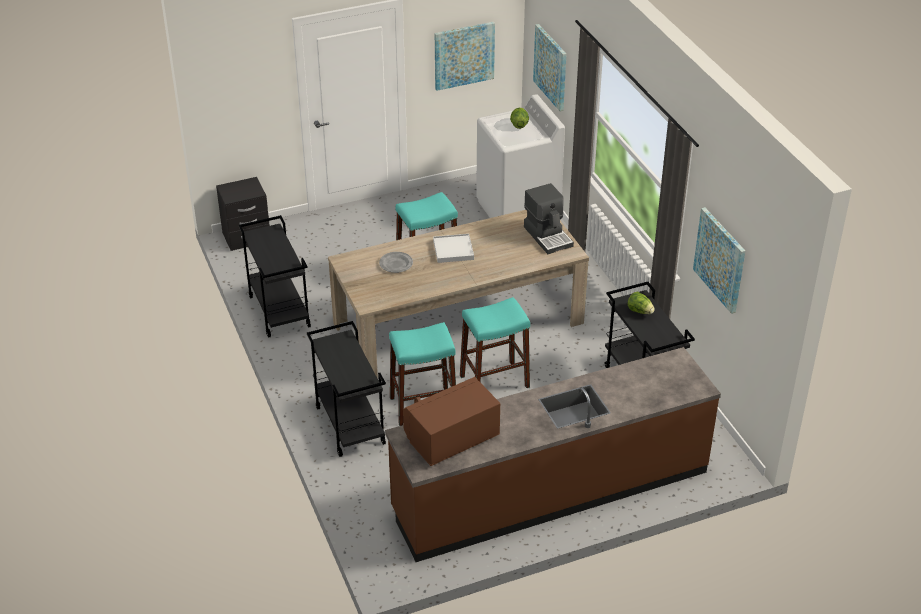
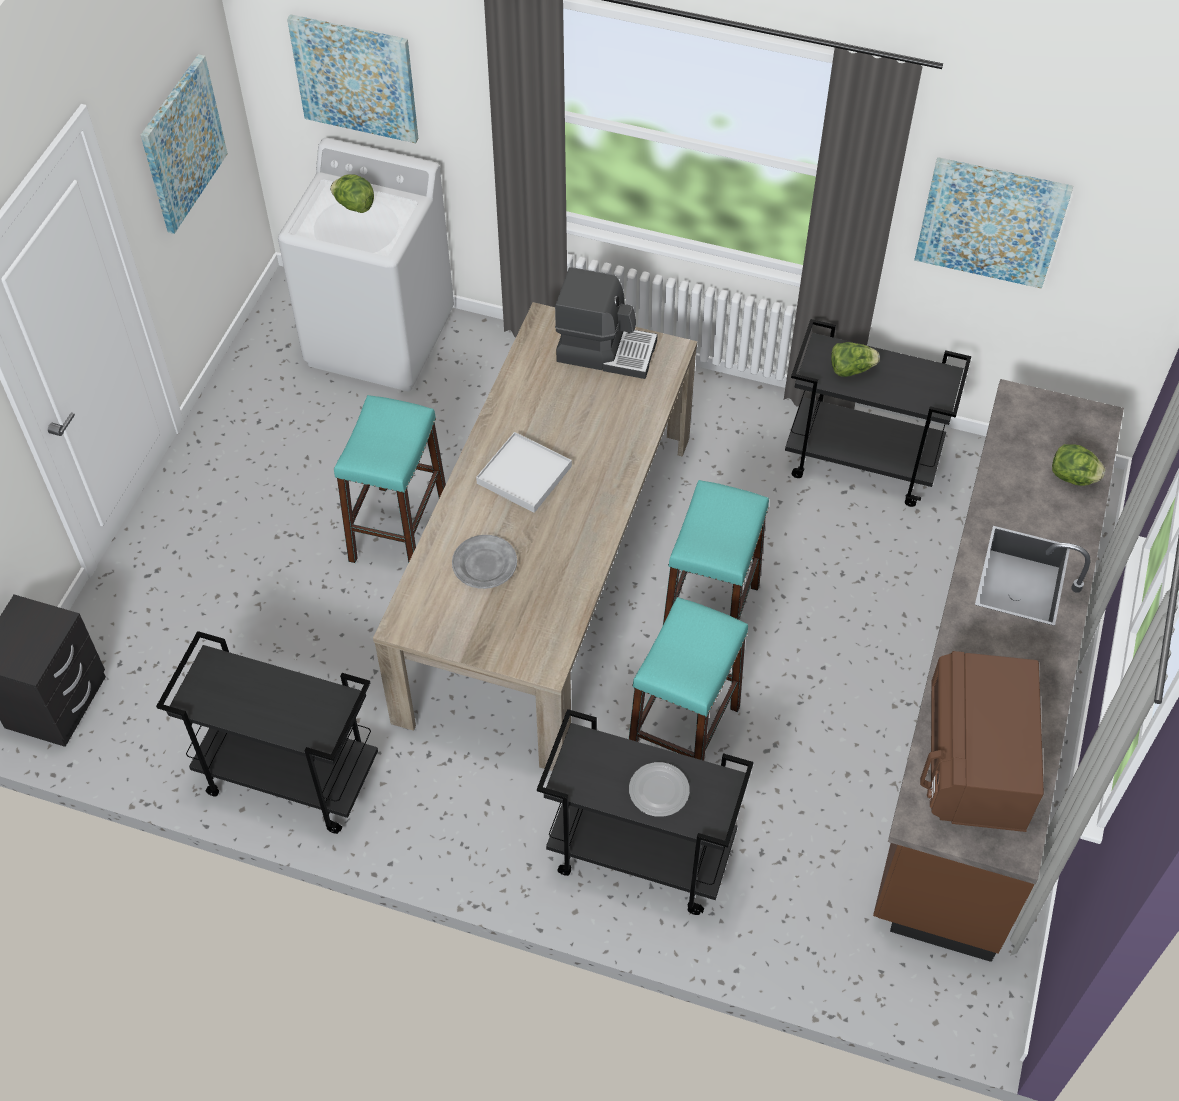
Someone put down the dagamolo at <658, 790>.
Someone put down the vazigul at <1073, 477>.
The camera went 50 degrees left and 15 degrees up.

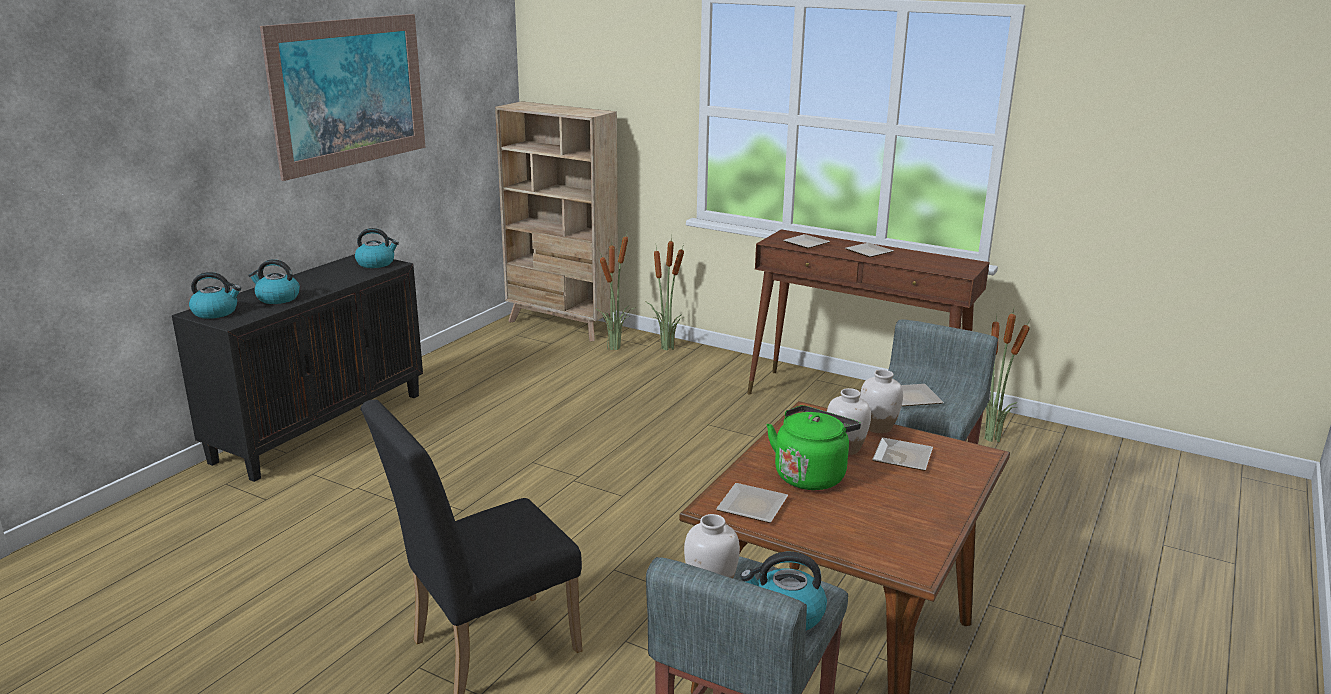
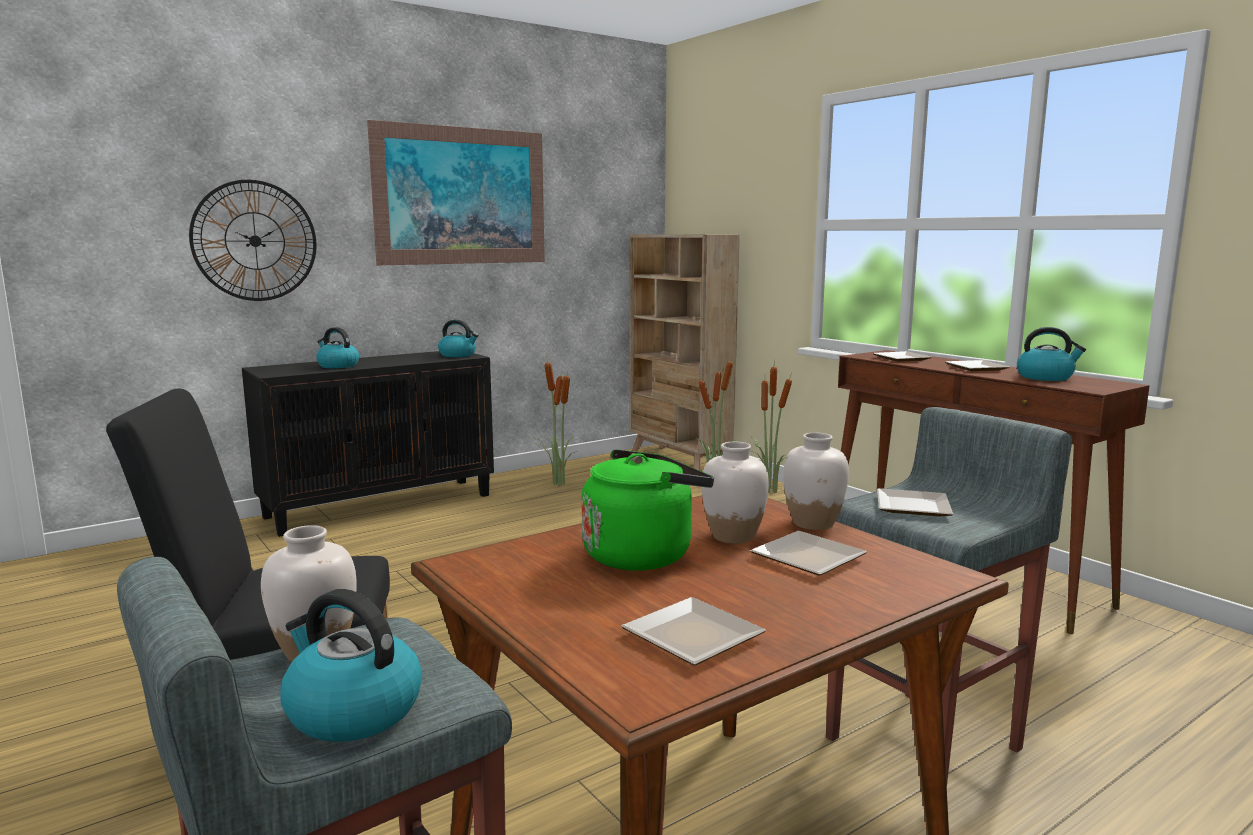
Someone put up the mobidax at <255, 241>.
Someone carried the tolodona from <990, 439> to <557, 483>.
Someone carried the dagamolo from <751, 505> to <692, 634>.
Someone carried the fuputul from <216, 312> to <1045, 377>.
The camera went 25 degrees right and 10 degrees down.

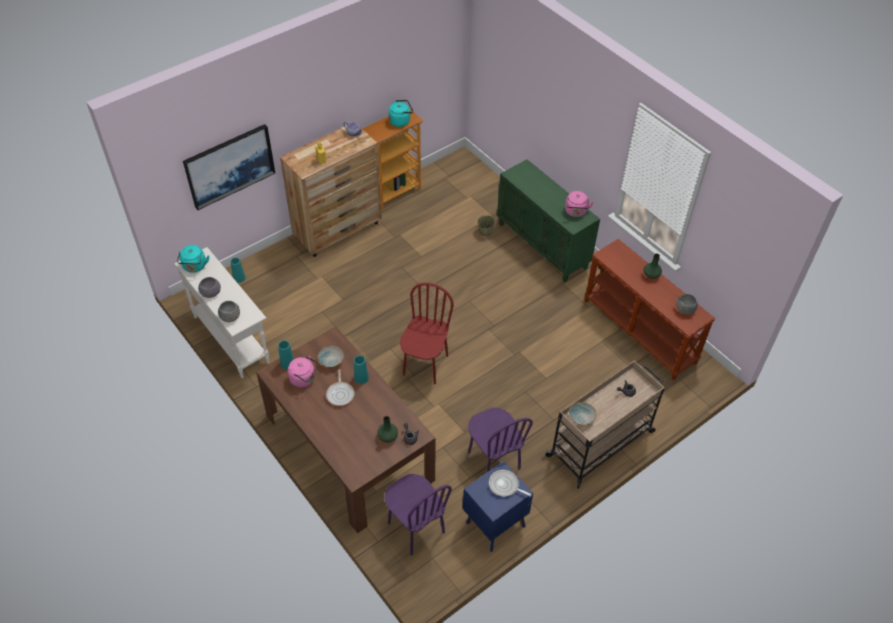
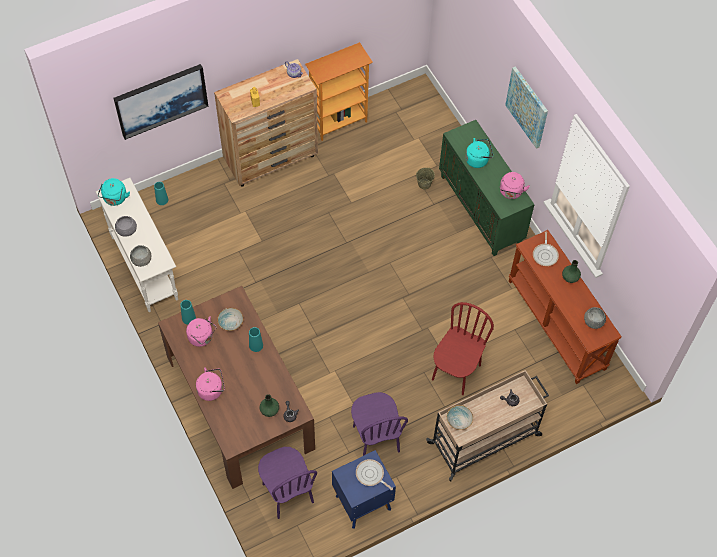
Someone put down the pink fuputul at <212, 390>.
Someone carried the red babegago from <425, 365> to <455, 372>.
Someone carried the turquoise fuputul from <401, 121> to <478, 159>.
Someone put up the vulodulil at <527, 107>.
Someone carried the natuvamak from <340, 393> to <545, 254>.
The camera went 10 degrees right and 10 degrees up.

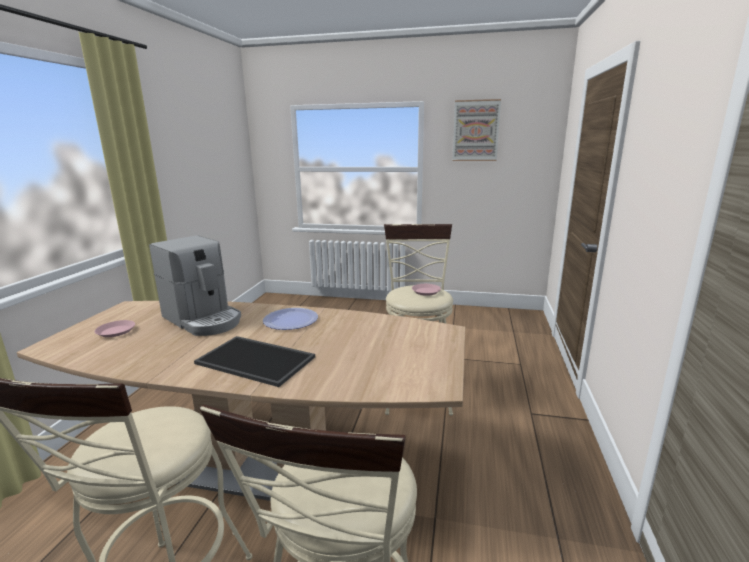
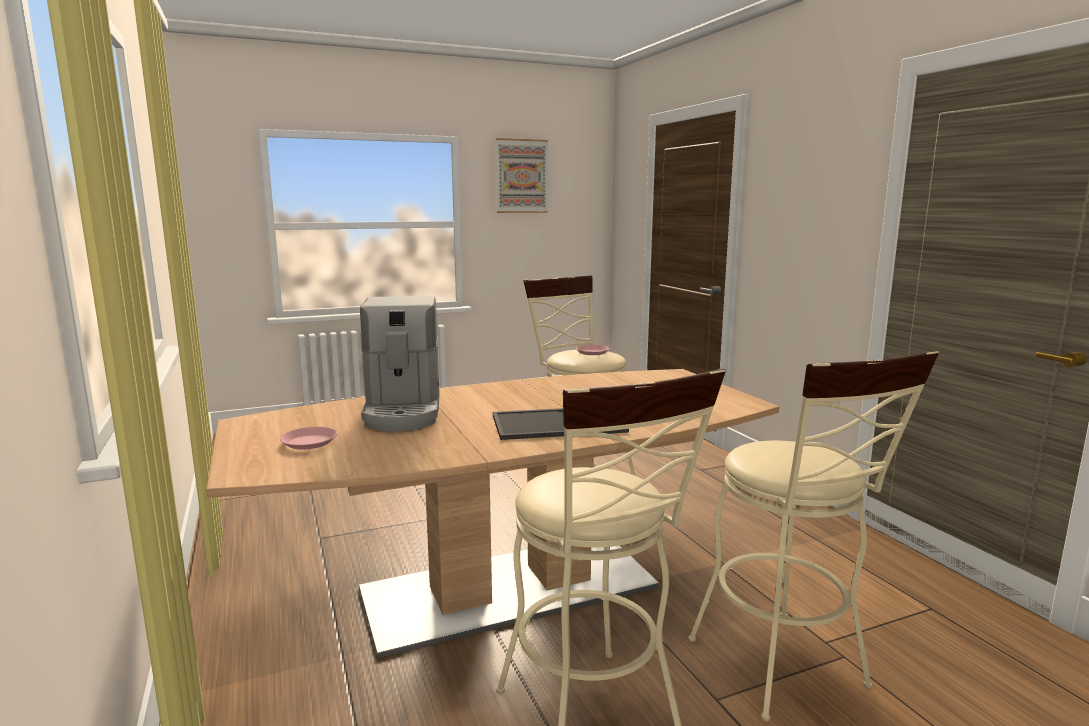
Someone rotated the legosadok at <203, 319> by 75 degrees clockwise.
Someone took away the dagamolo at <290, 320>.
The camera went 35 degrees left and 5 degrees down.

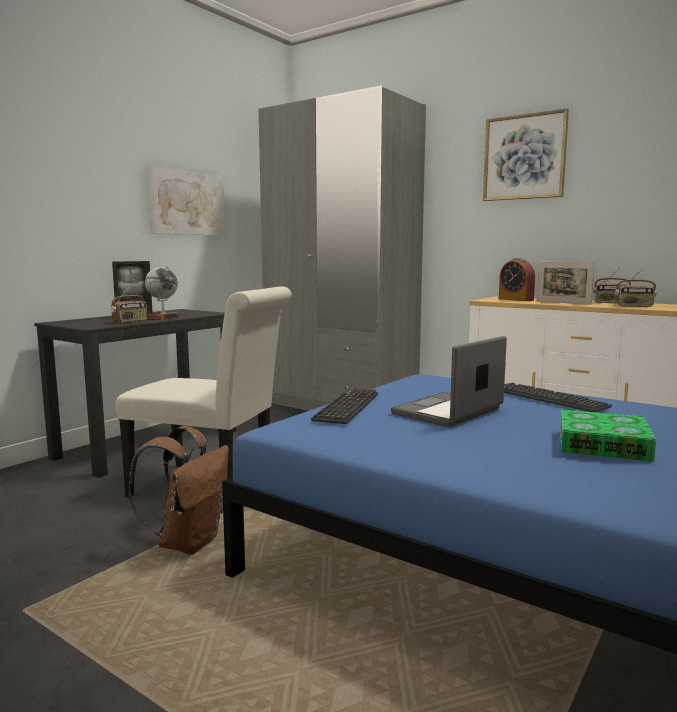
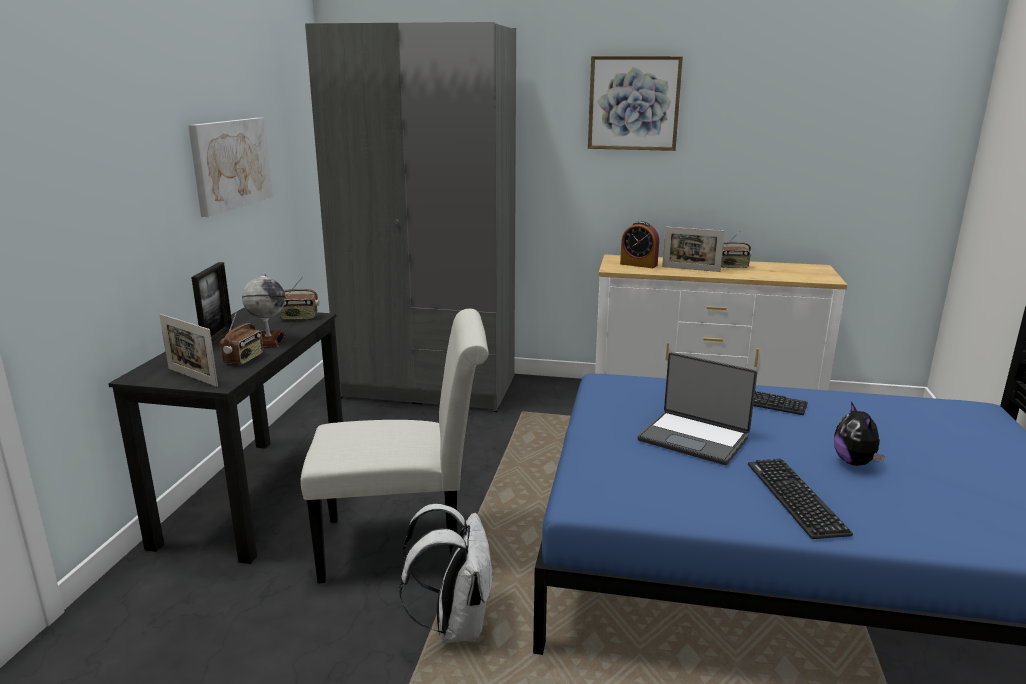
Someone put down the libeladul at <192, 377>.
Someone carried the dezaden from <634, 307> to <299, 318>.
Someone repainted the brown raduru at <188, 542>, which became the white raduru at <455, 625>.
Someone rotated the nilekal at <449, 412> by 75 degrees counterclockwise.
Someone carried the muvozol from <347, 407> to <795, 498>.
Someone swapped the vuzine at <603, 444> for the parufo at <855, 462>.
The camera went 25 degrees left and 10 degrees up.

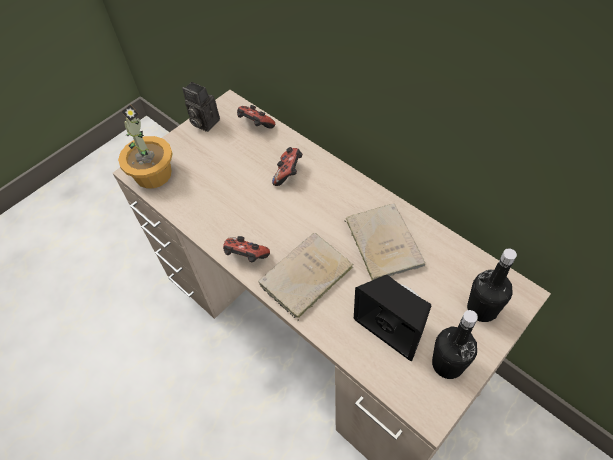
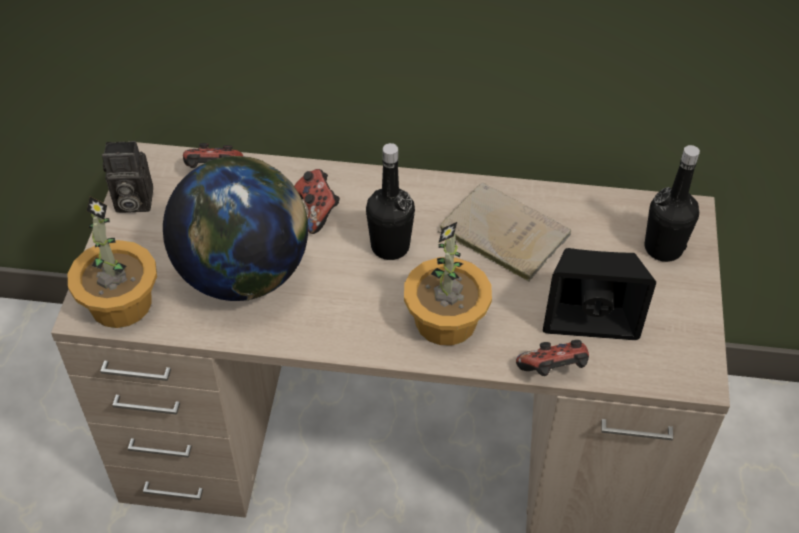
Someone put down the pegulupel at <244, 275>.
Someone carried the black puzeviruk from <447, 364> to <390, 246>.
Someone swapped the beige vuzine at <304, 278> for the tolodona at <447, 321>.
Someone carried the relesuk from <246, 257> to <553, 371>.
The camera went 40 degrees left and 5 degrees down.

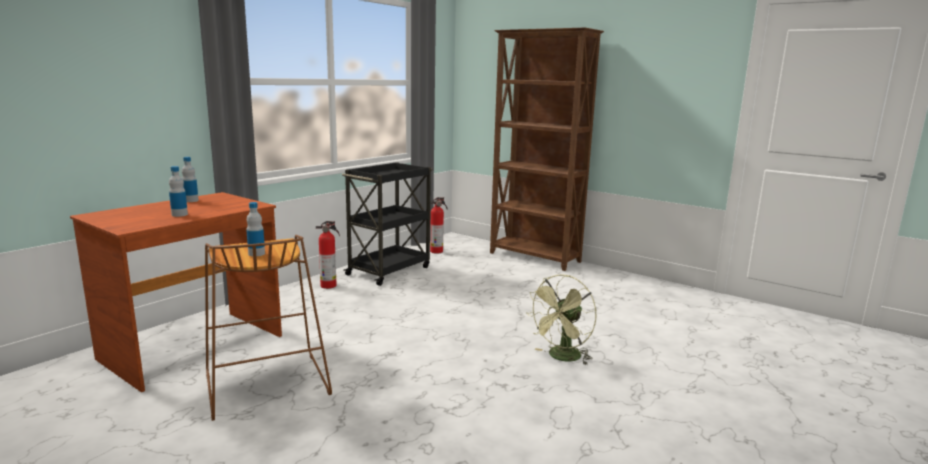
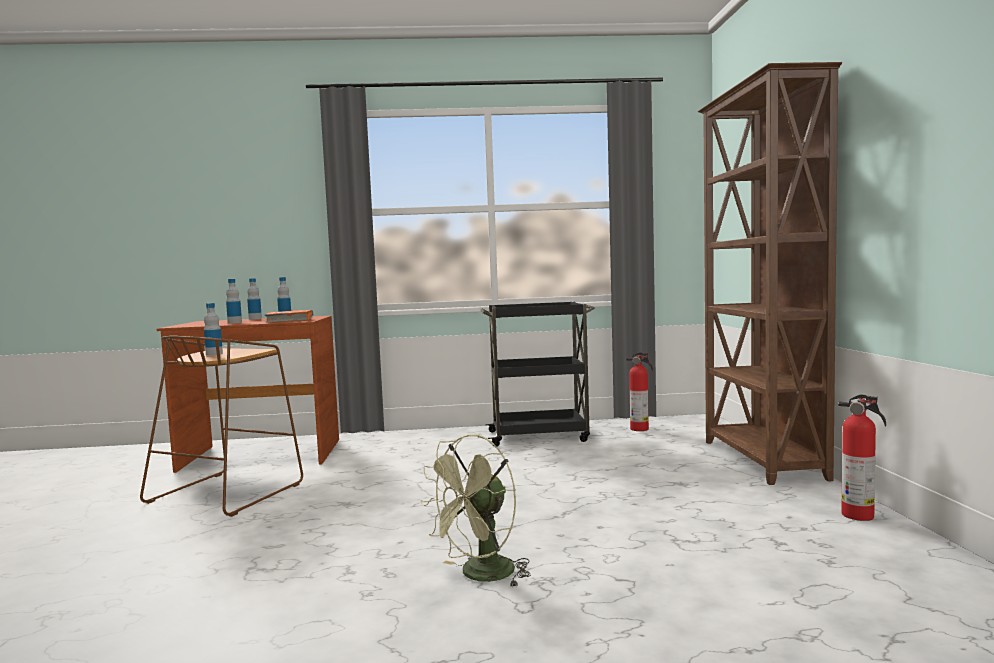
Someone put down the puzeviruk at <255, 319>.
Someone put down the orange vuzine at <290, 320>.
Someone rotated the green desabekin at <561, 358> by 45 degrees counterclockwise.
Someone carried the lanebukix from <329, 285> to <860, 515>.
The camera went 50 degrees right and 10 degrees down.

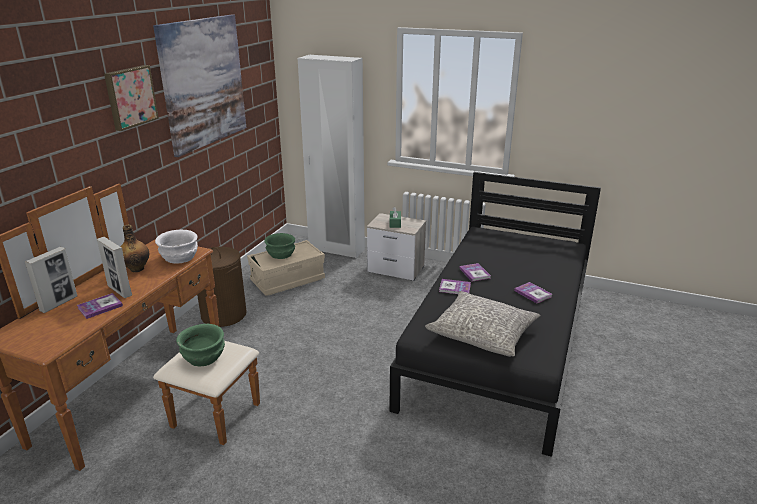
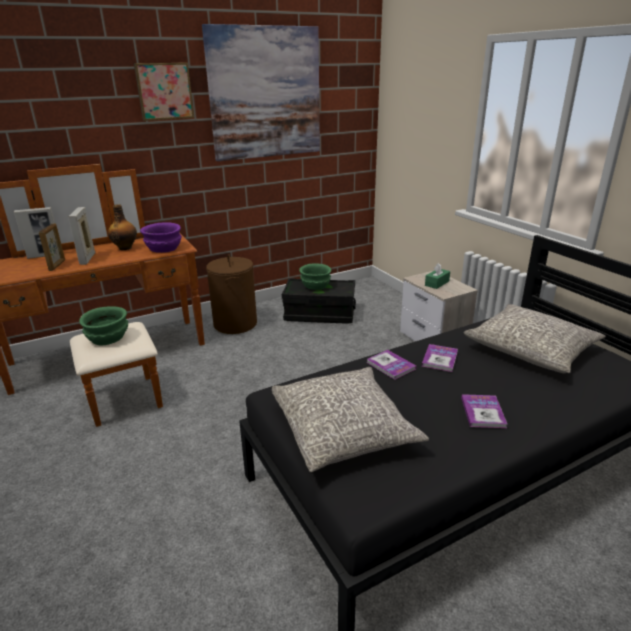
Someone swapped the vuzine at <100, 307> for the libeladul at <57, 265>.
Someone repainted the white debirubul at <180, 257>, which became the purple debirubul at <164, 248>.
Someone repainted the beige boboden at <288, 280>, which became the black boboden at <319, 314>.
Someone put down the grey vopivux at <531, 349>.
Someone took away the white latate at <336, 249>.
The camera went 40 degrees right and 0 degrees up.

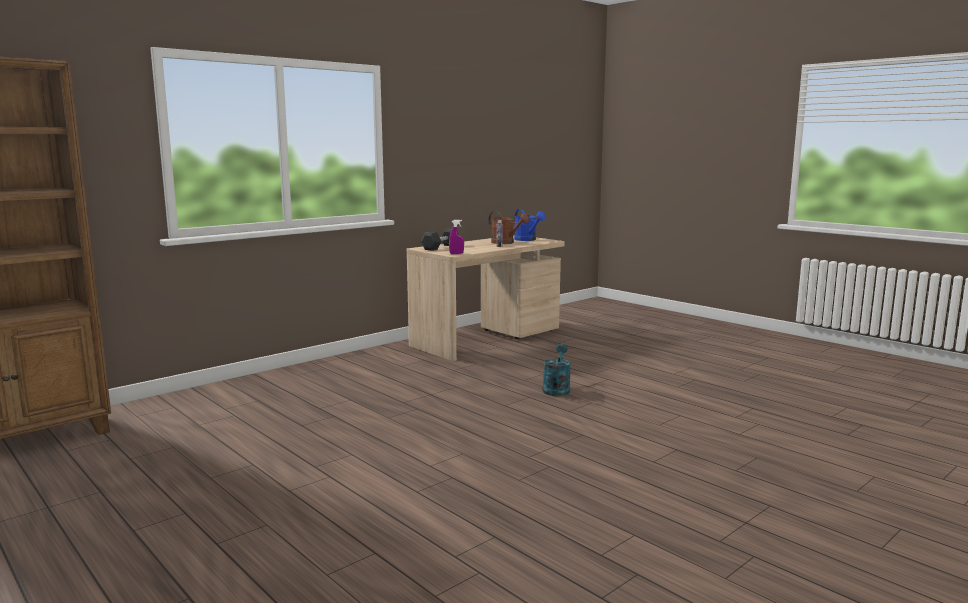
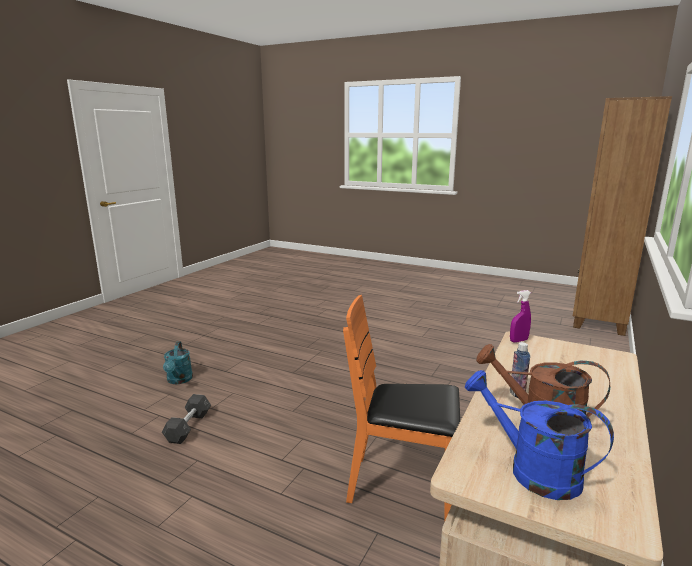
Someone carried the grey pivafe from <440, 247> to <188, 427>.
Someone carried the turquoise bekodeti from <556, 389> to <179, 380>.
Someone put down the orange babegago at <402, 486>.
The camera went 160 degrees right and 5 degrees up.

